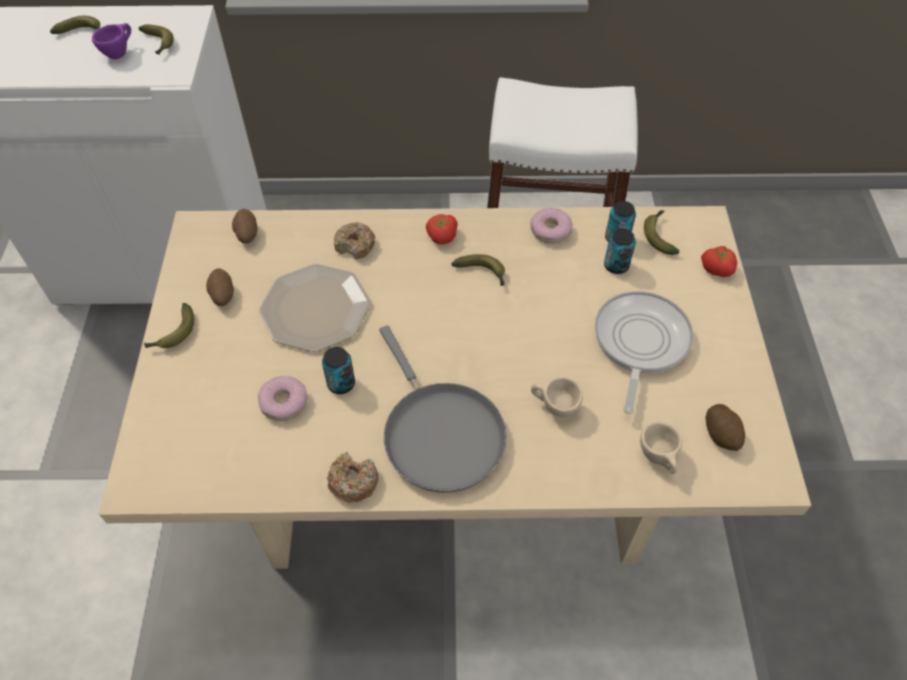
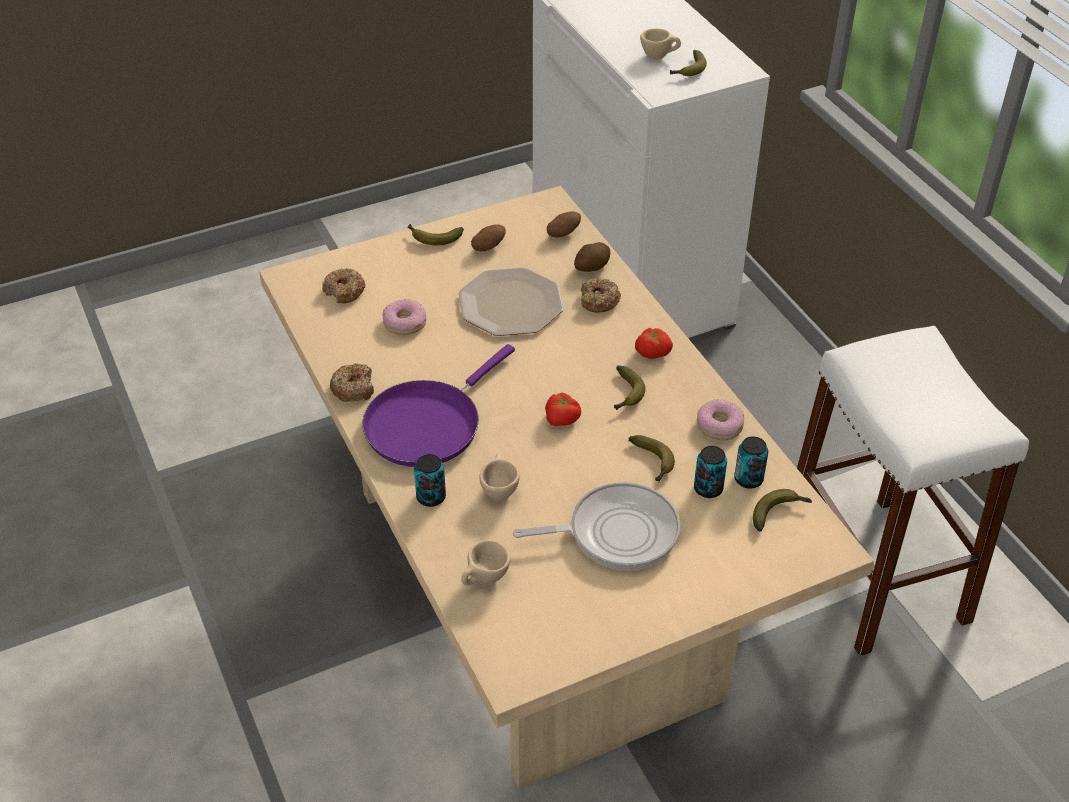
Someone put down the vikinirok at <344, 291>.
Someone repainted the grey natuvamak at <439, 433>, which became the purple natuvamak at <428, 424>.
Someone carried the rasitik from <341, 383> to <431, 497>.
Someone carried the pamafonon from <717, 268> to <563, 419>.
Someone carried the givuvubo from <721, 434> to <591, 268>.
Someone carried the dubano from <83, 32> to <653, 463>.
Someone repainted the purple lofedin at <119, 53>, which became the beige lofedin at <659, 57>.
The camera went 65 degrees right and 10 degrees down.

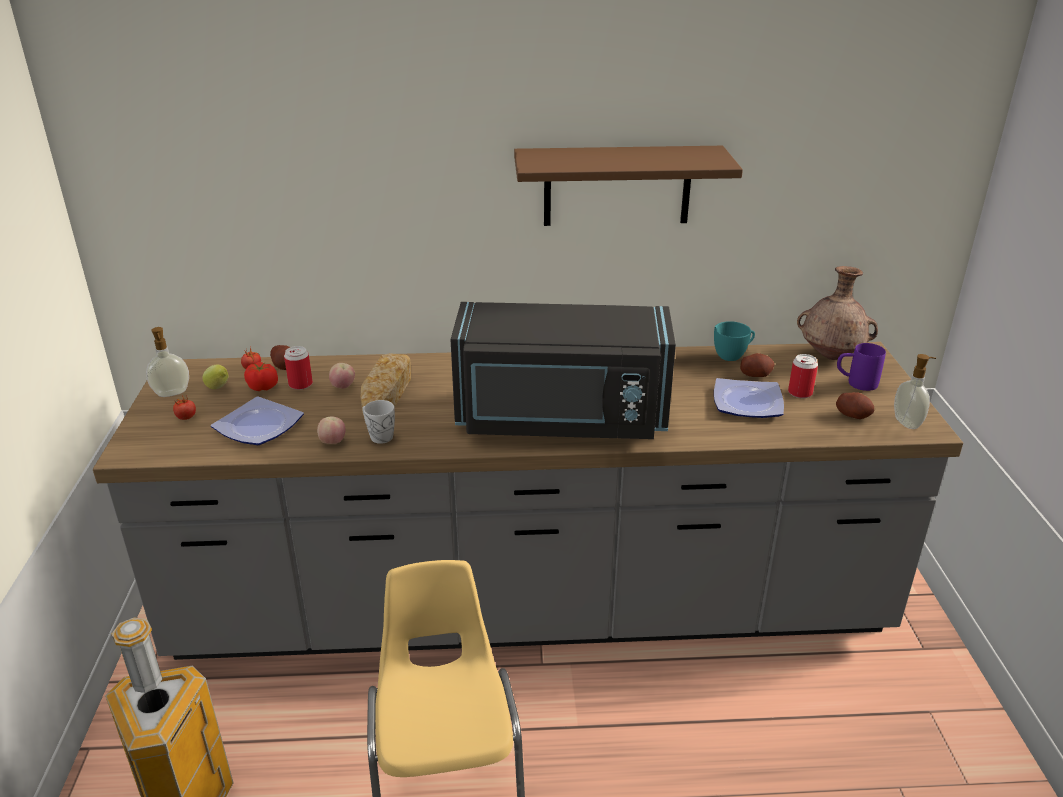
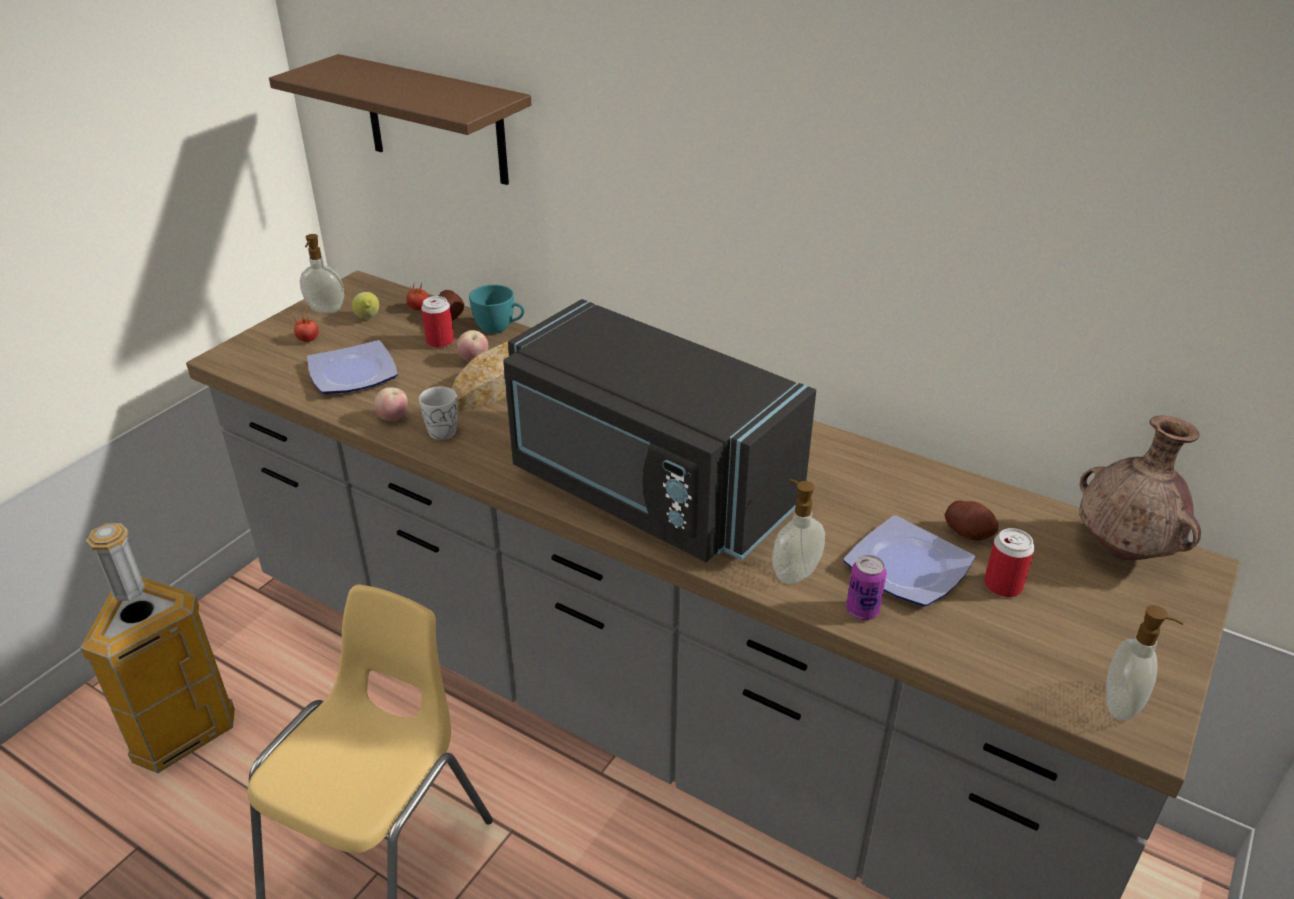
Someone carried the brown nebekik from <617, 186> to <435, 120>.
Someone carried the turquoise lofedin from <733, 355> to <499, 328>.
Someone put down the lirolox at <794, 573>.
Someone put down the rasitik at <862, 611>.
Someone took away the pamafonon at <263, 387>.
Someone took away the givuvubo at <853, 415>.
Someone took away the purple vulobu at <855, 383>.
The camera went 35 degrees right and 5 degrees up.

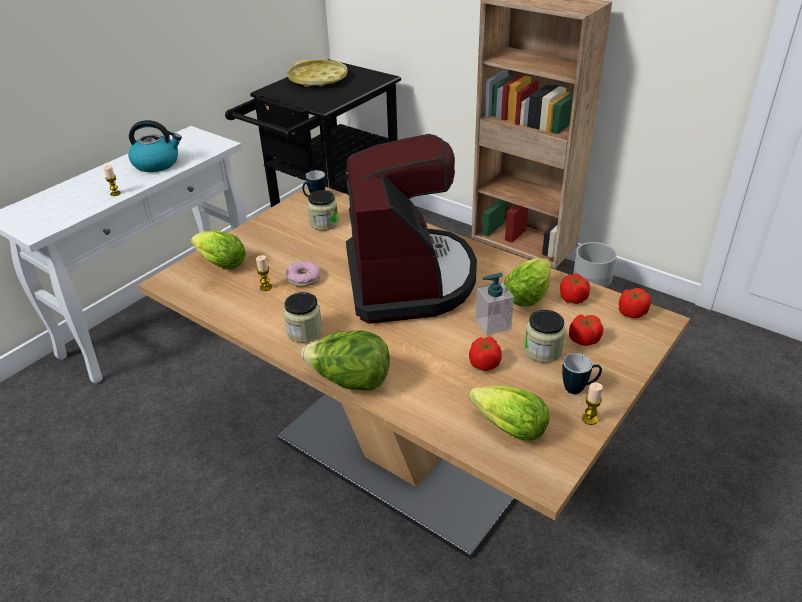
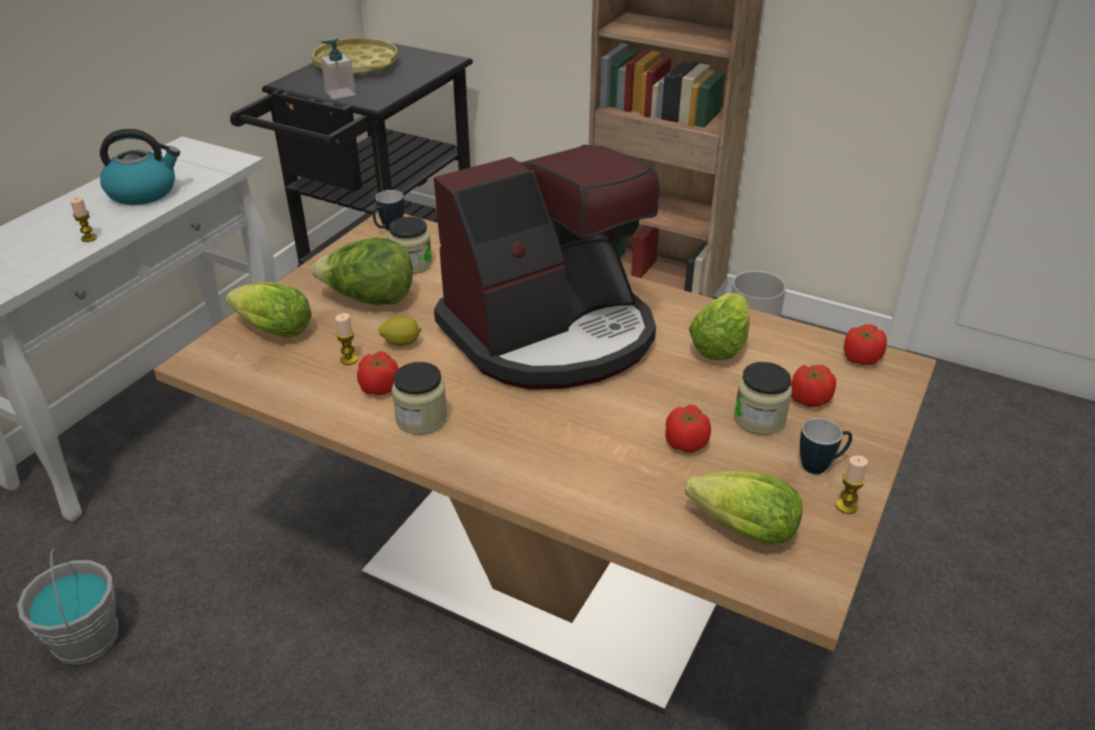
Someone put down the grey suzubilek at <87, 639>.
Someone carried the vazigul from <350, 381> to <369, 300>.
Someone carried the lirolox from <492, 324> to <340, 93>.
Someone carried the pamafonon from <573, 298> to <380, 387>.
Someone swapped the vikinirok at <304, 278> for the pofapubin at <401, 343>.
Someone rotated the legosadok at <409, 279> by 75 degrees clockwise.
The camera went 10 degrees left and 0 degrees up.

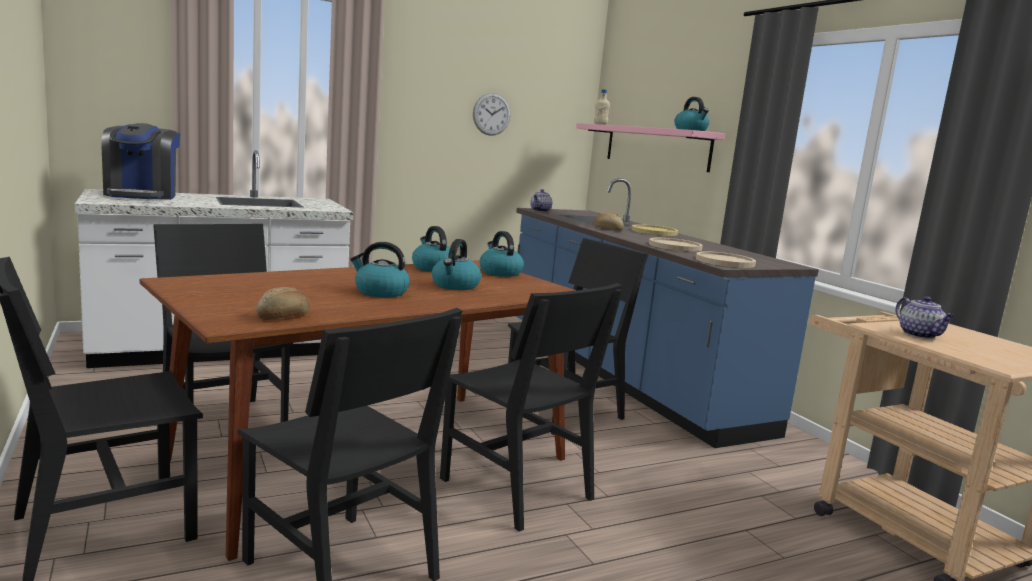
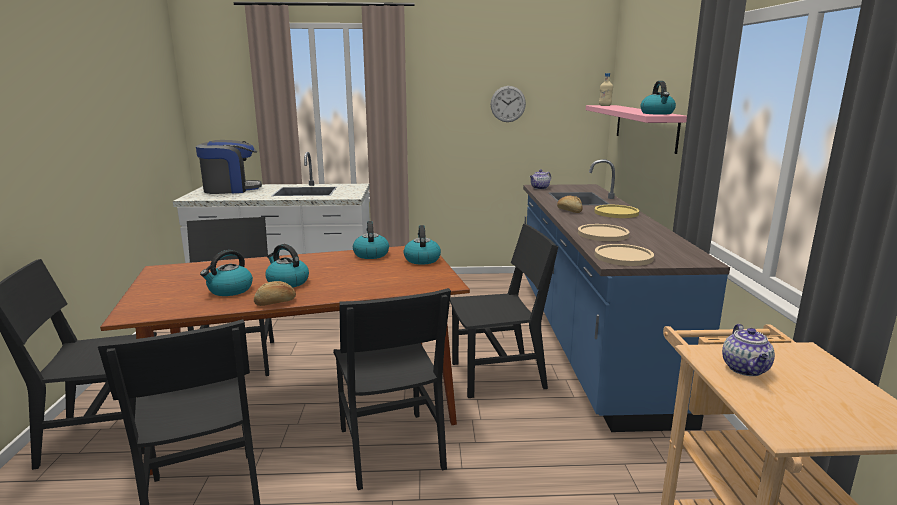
Someone rotated the legosadok at <142, 195> by 120 degrees counterclockwise.
Someone carried the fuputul from <455, 286> to <230, 290>.
Someone carried the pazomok from <284, 317> to <275, 302>.
The camera went 25 degrees right and 5 degrees up.

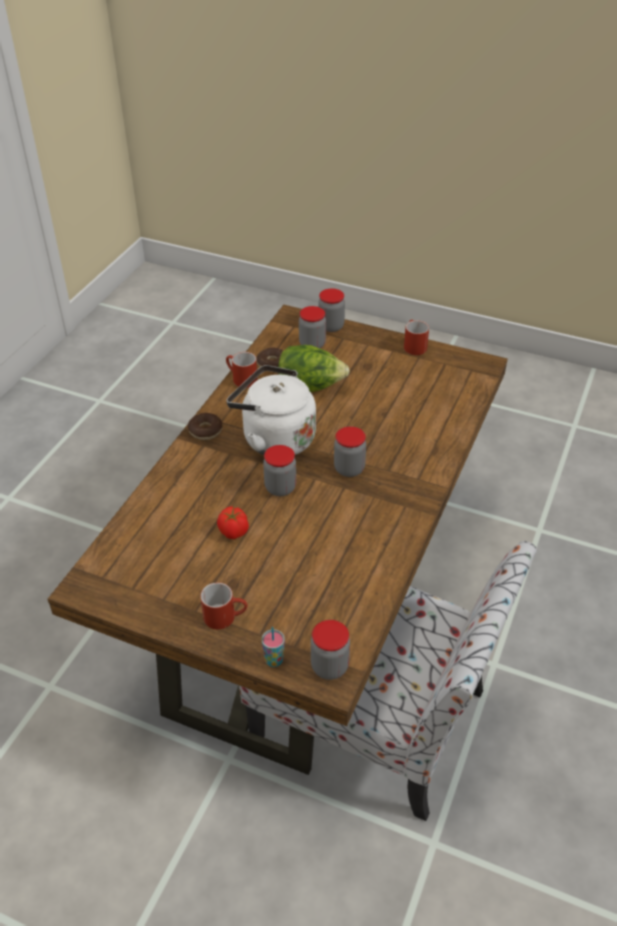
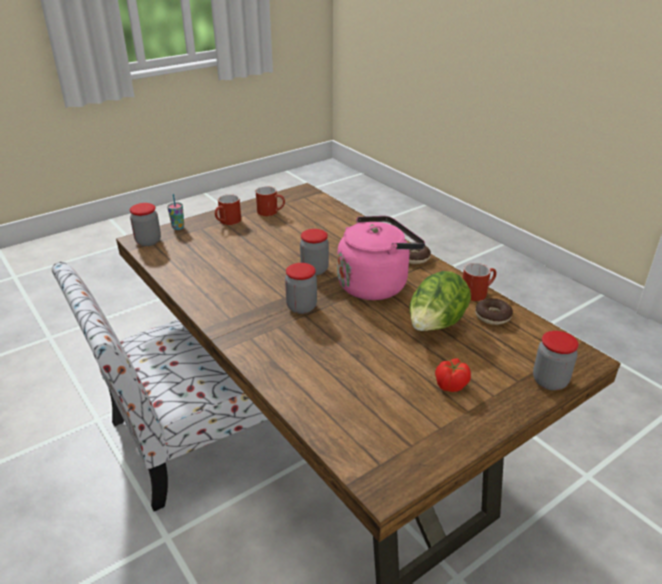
Someone carried the red vulobu from <413, 345> to <271, 212>.
Someone repainted the white fuputul at <274, 438>, which became the pink fuputul at <375, 284>.
Someone carried the pamafonon from <233, 532> to <450, 385>.
Someone took away the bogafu at <312, 344>.
The camera went 120 degrees right and 10 degrees down.

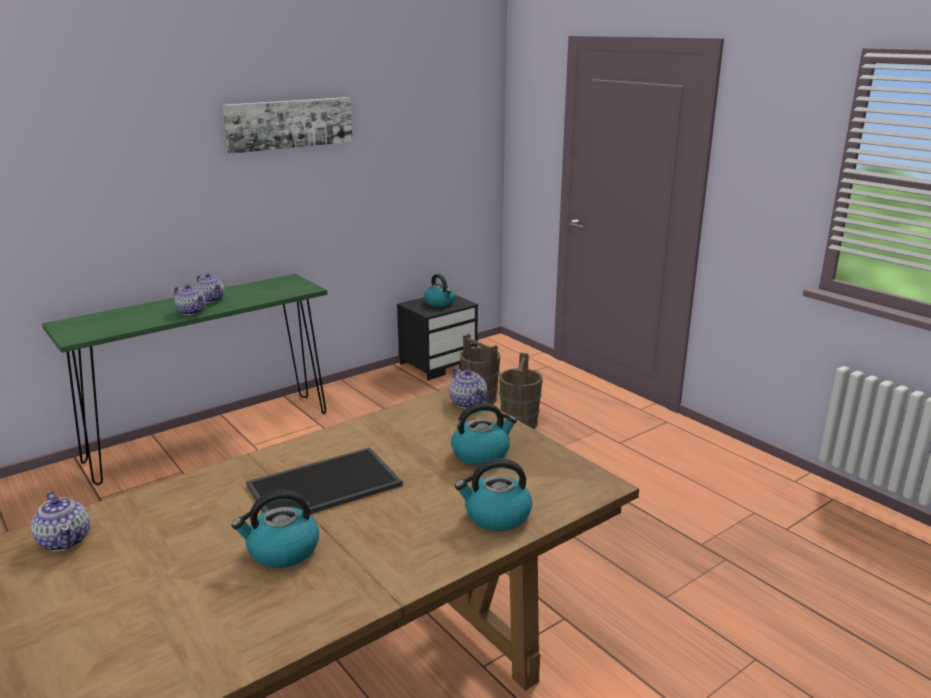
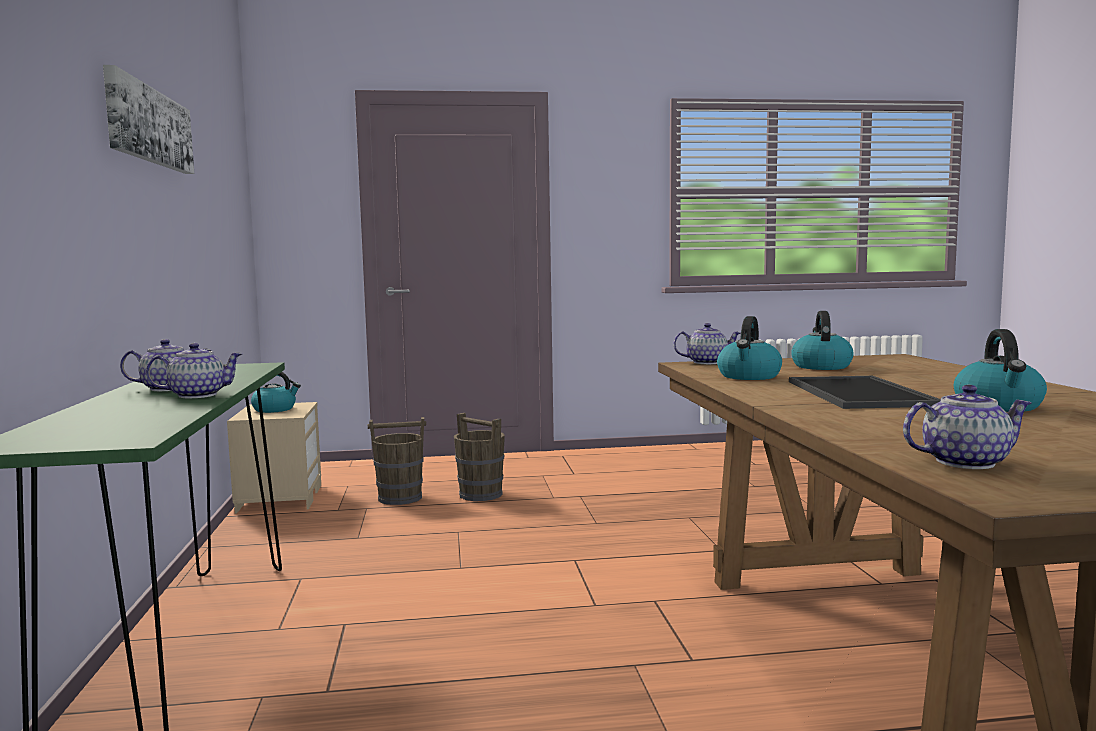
Someone repainted the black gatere at <438, 364>, which became the beige gatere at <279, 498>.
Someone carried the fuputul from <496, 516> to <749, 376>.
The camera went 60 degrees left and 15 degrees down.

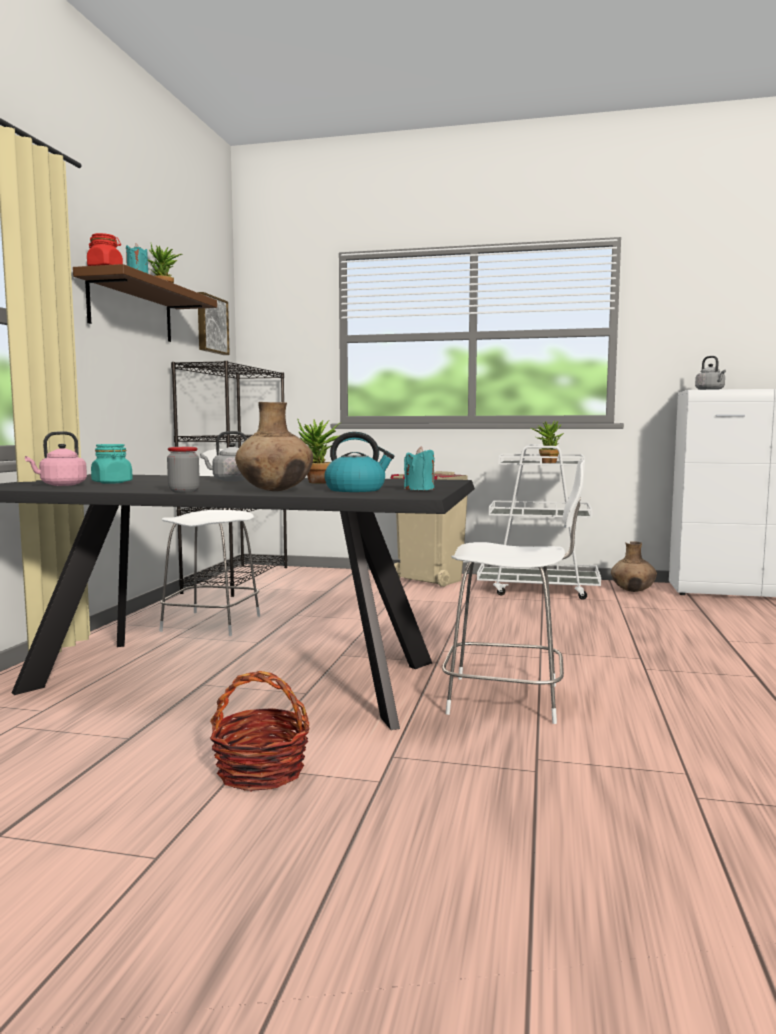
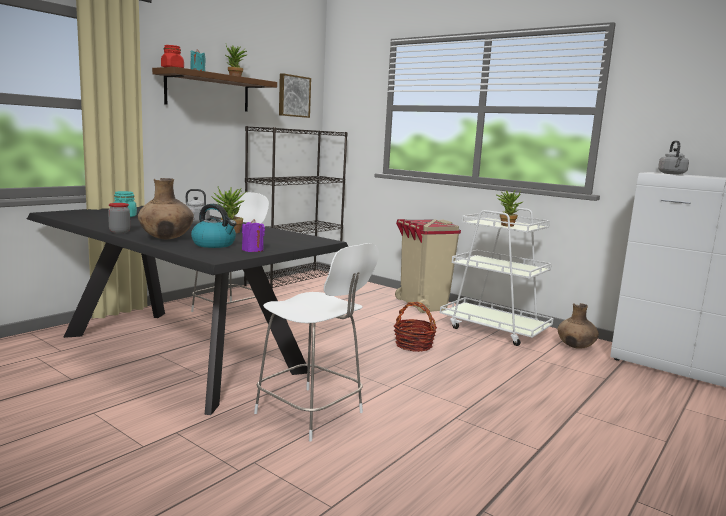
Someone repainted the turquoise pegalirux at <419, 489>, which became the purple pegalirux at <252, 250>.
Someone carried the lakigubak from <261, 771> to <414, 345>.
Someone took away the pink fuputul at <61, 485>.
The camera went 25 degrees right and 5 degrees up.

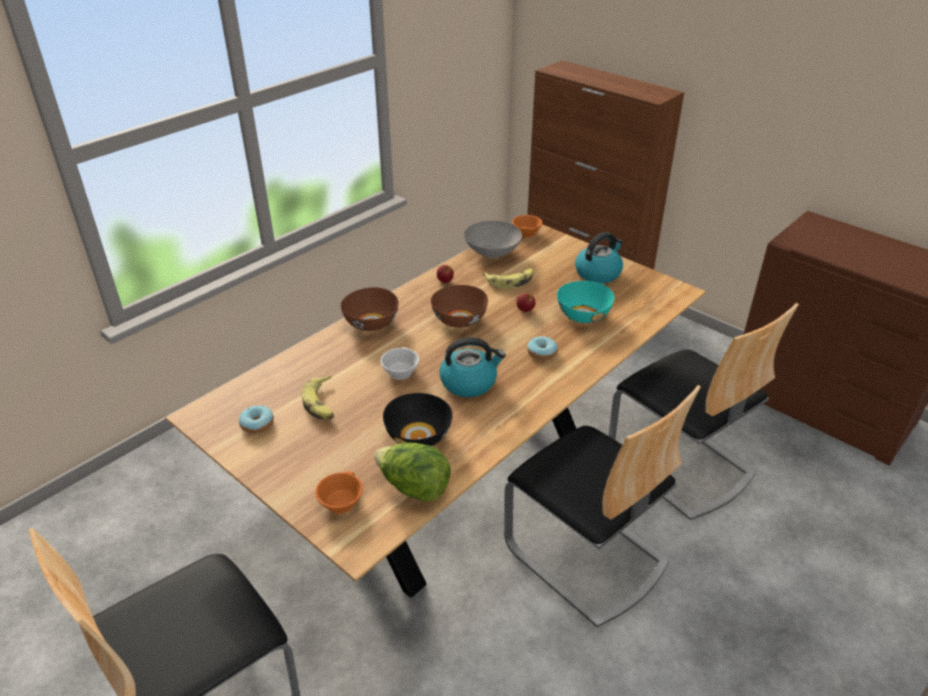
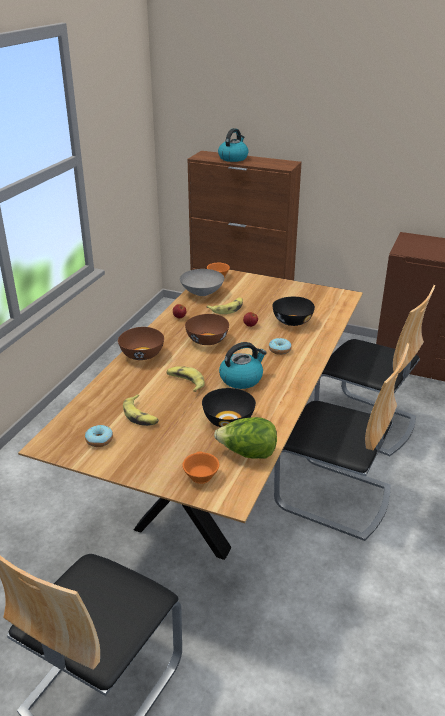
Someone swapped the white lofedin at <399, 371> for the dubano at <185, 382>.
Someone carried the fuputul from <598, 273> to <233, 158>.
Someone repainted the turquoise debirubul at <583, 315>, which became the black debirubul at <292, 321>.
The camera went 20 degrees left and 5 degrees down.

